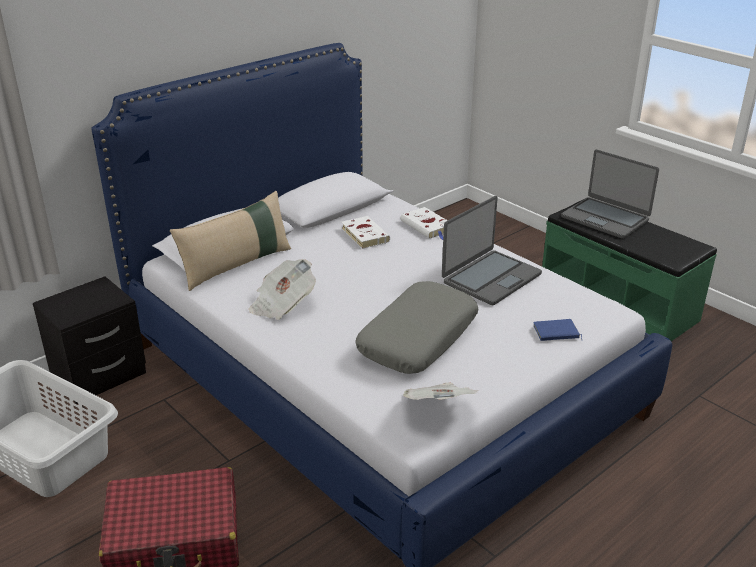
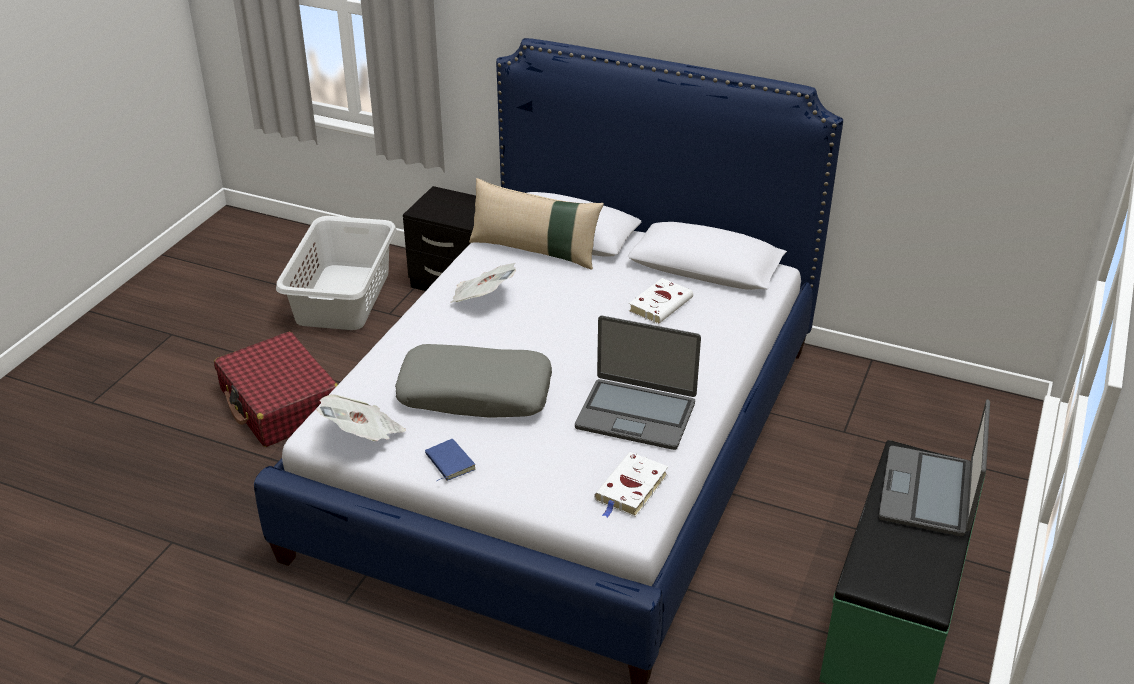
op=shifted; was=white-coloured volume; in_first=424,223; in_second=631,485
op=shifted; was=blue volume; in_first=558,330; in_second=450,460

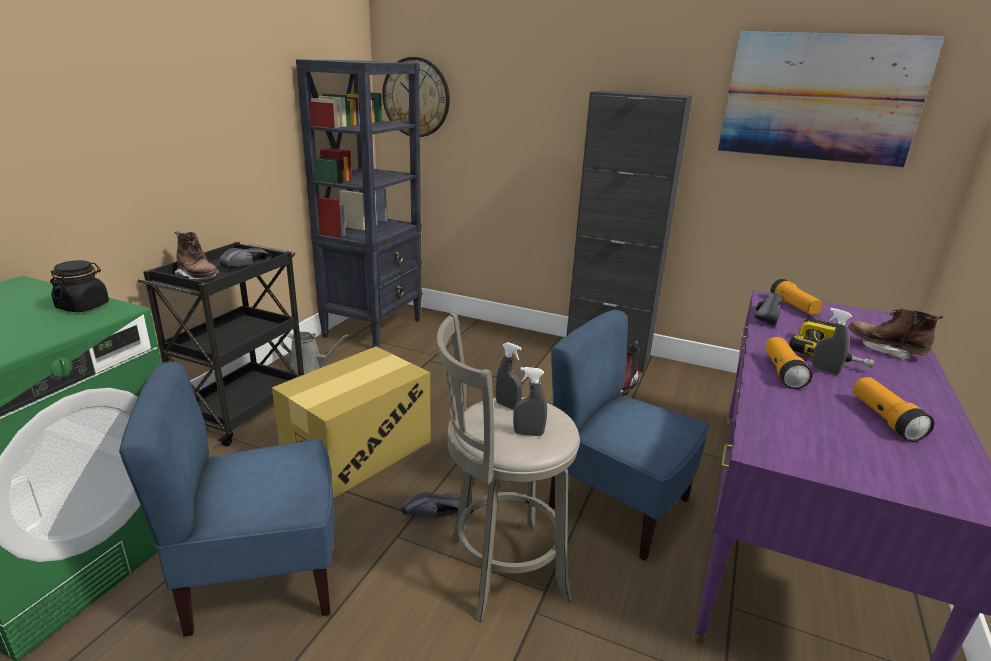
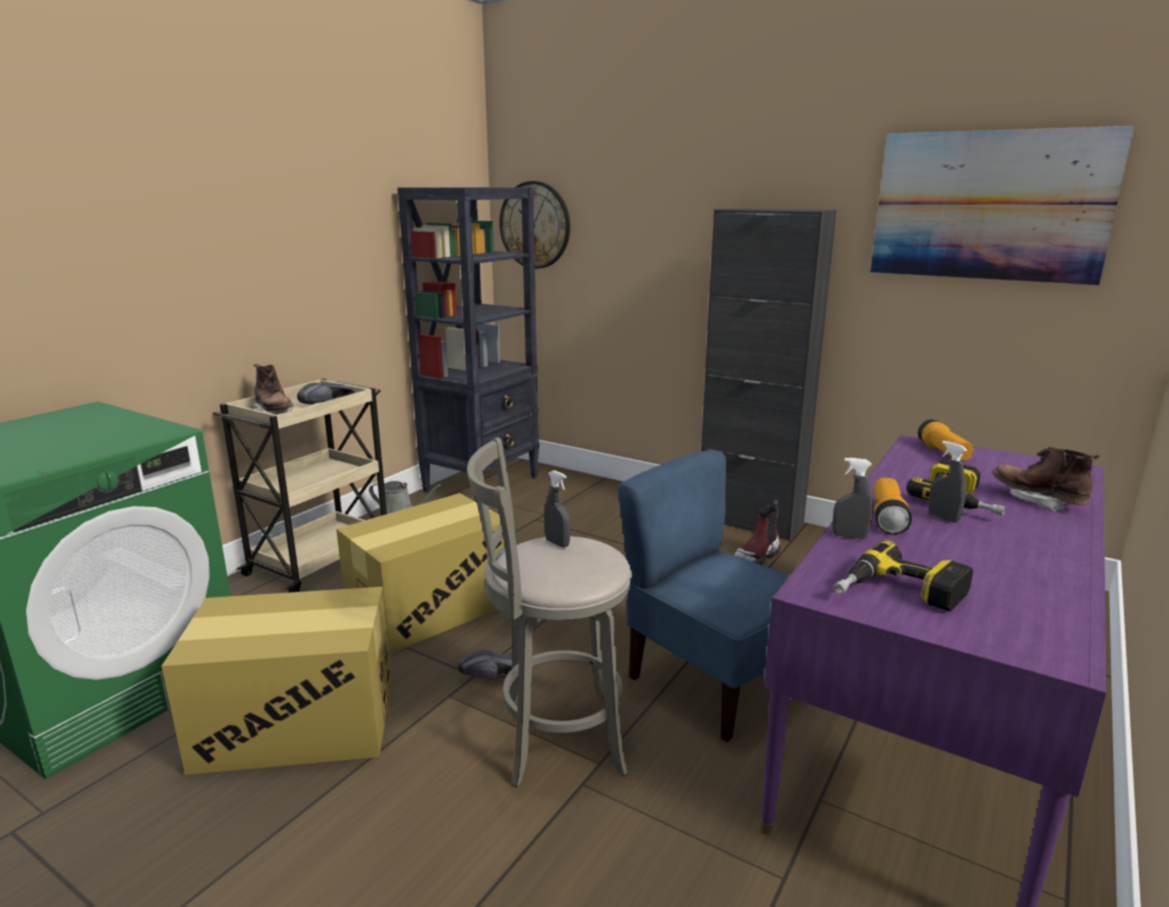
op=gone; was=black preserve jar; in_first=79,286
op=gone; was=black shoe; in_first=768,309
op=gone; was=torch; in_first=893,409
op=new; now=power drill; in_second=903,575
op=shifted; was=greyish spray bottle; in_first=530,401; in_second=853,498
op=swapped; was=blue upright chair; now=packing box; in_first=226,499; in_second=276,681
op=repainted; was=black trolley; now=beige trolley; in_first=221,344; in_second=299,486

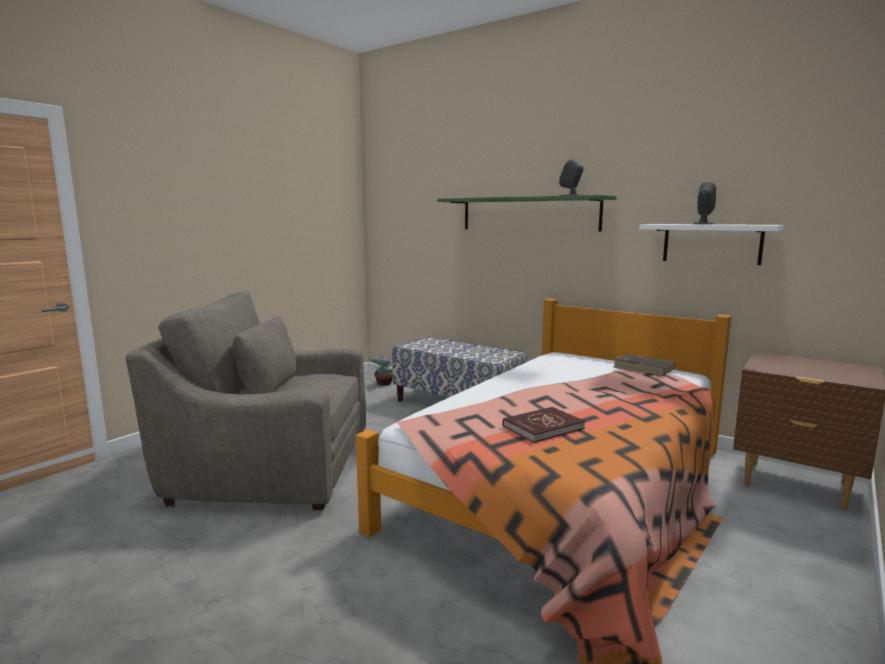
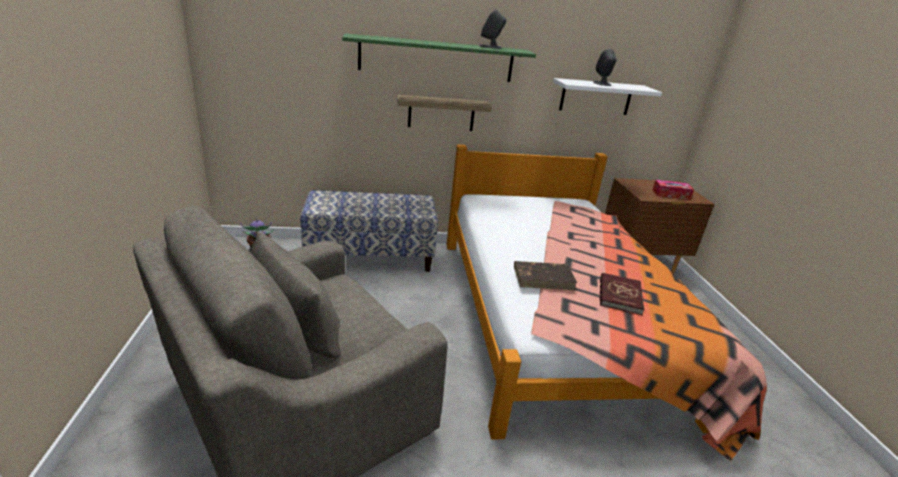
op=new; now=wall shelf; in_second=444,113
op=new; now=box of tissues; in_second=673,190
op=shifted; was=brown volume; in_first=644,365; in_second=545,275

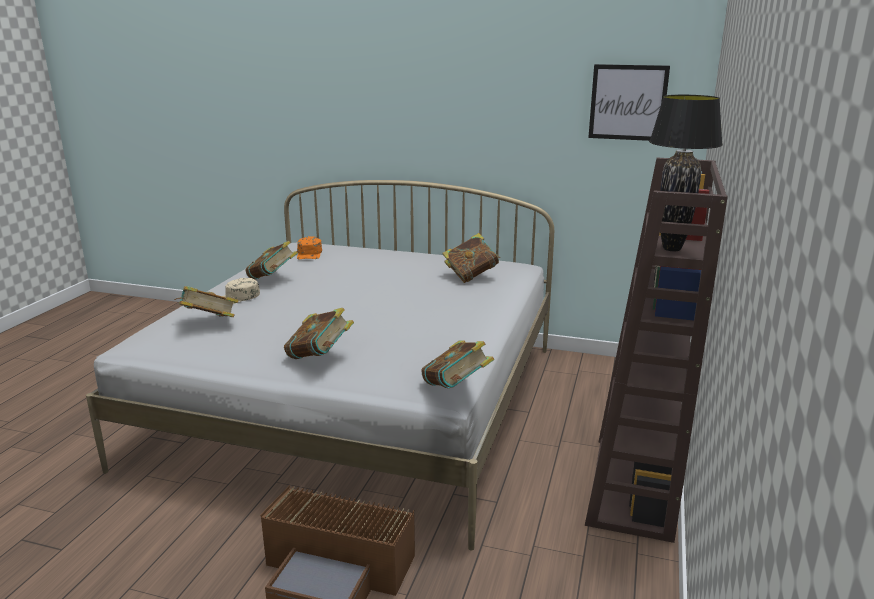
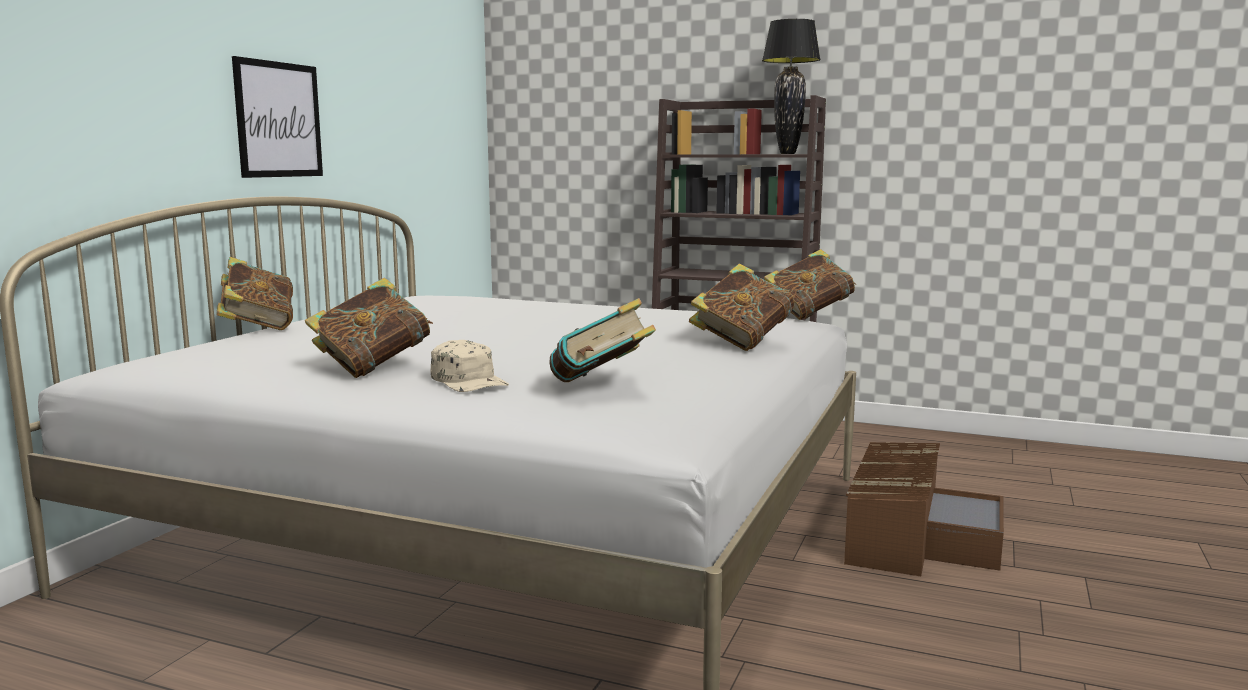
op=gone; was=orange-coloured peaked cap; in_first=309,248
op=shifted; was=volume; in_first=471,258; in_second=254,293
op=shifted; was=wall picture; in_first=629,102; in_second=277,117

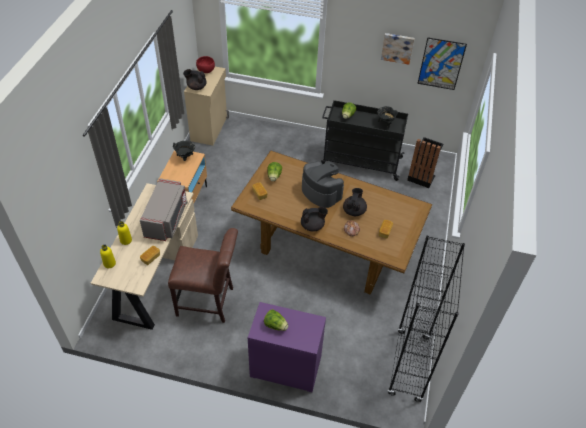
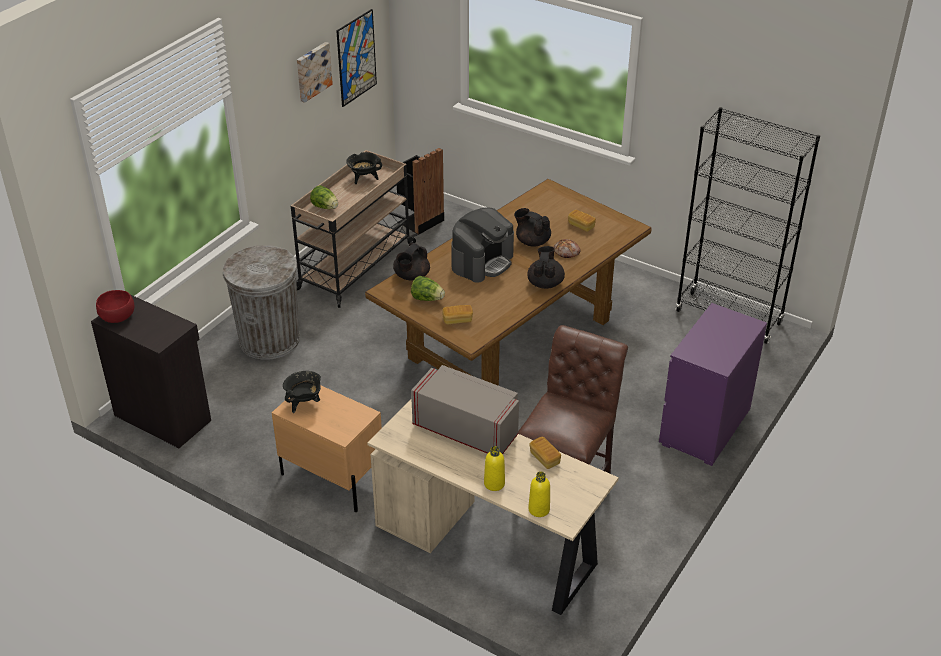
op=gone; was=lettuce head; in_first=276,320
op=new; now=greyish rubbish bin; in_second=261,302
op=shifted; was=black pot for tea; in_first=195,79; in_second=411,262
op=repainted; was=beige storage cabinet; now=black storage cabinet; in_first=206,106; in_second=151,371
op=repainted; was=black trolley; now=beige trolley; in_first=364,140; in_second=354,229
op=rotated; was=coffee machine; in_first=323,184; in_second=482,245; clockwise=150

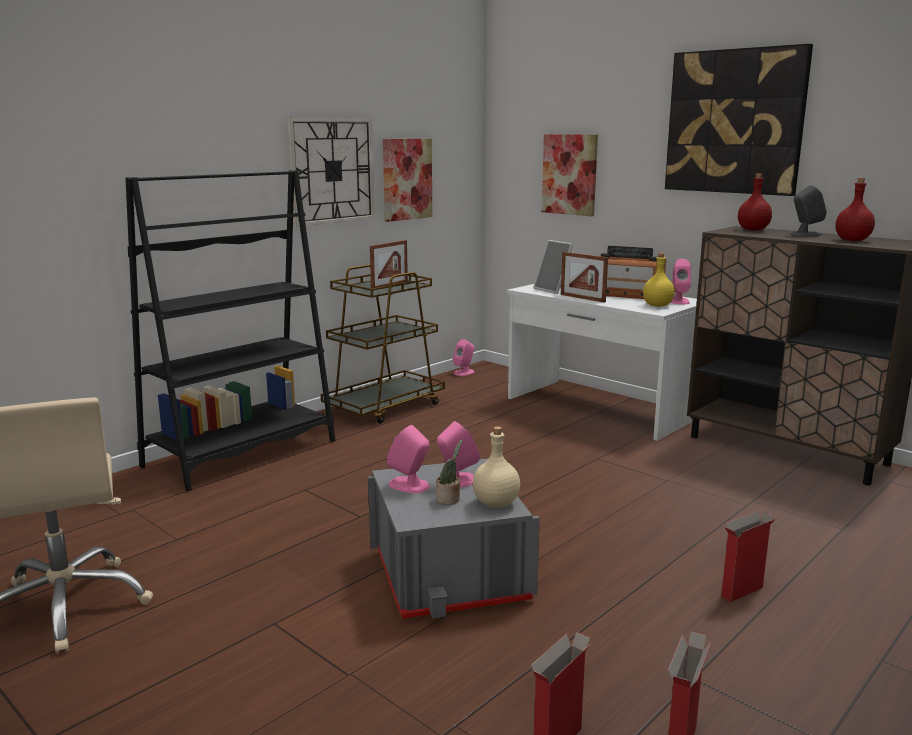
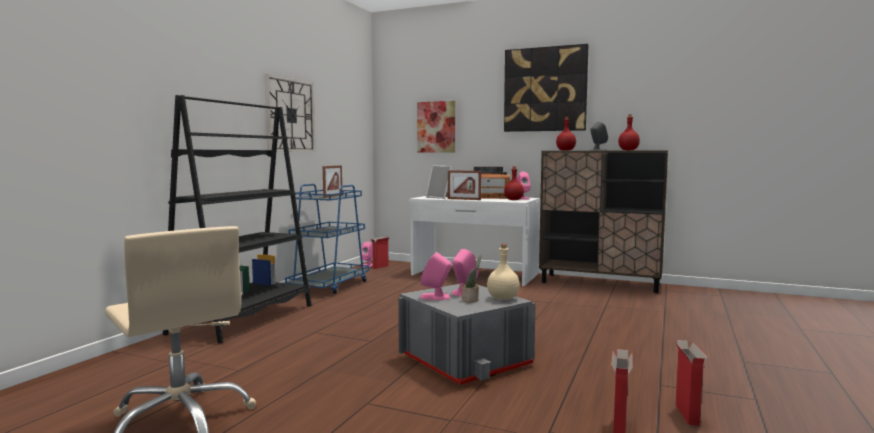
op=gone; was=wall picture; in_first=407,180
op=shifted; was=packing box; in_first=748,556; in_second=380,253
op=repainted; was=brown trolley; now=blue trolley; in_first=383,344; in_second=327,239
op=repainted; was=yellow-coloured drink bottle; now=reddish drink bottle; in_first=659,280; in_second=514,183

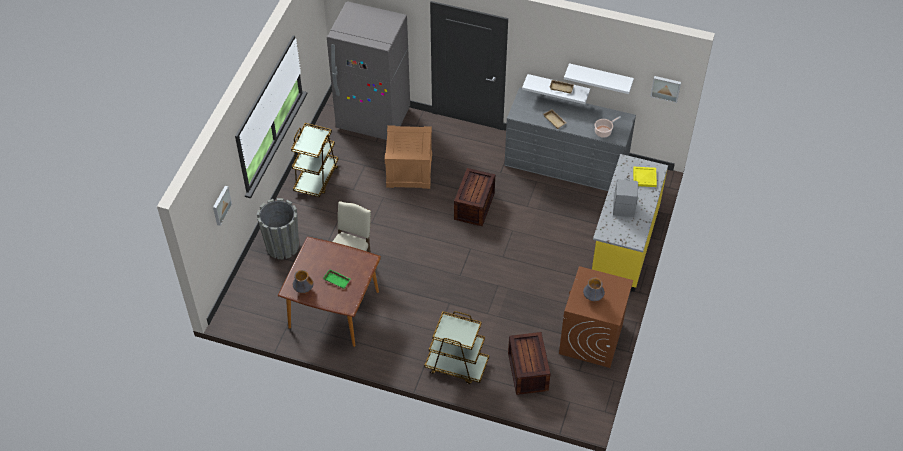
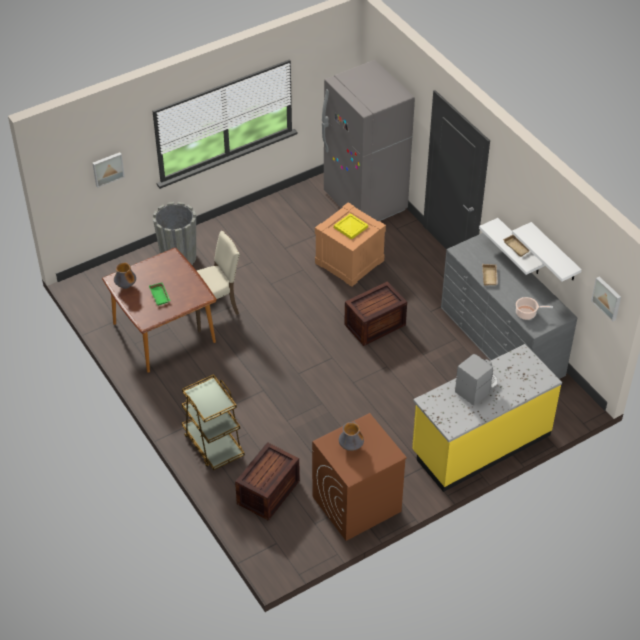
op=gone; was=brown trolley; in_first=314,160
op=shifted; was=yellow-coloured serving tray; in_first=645,177; in_second=351,226

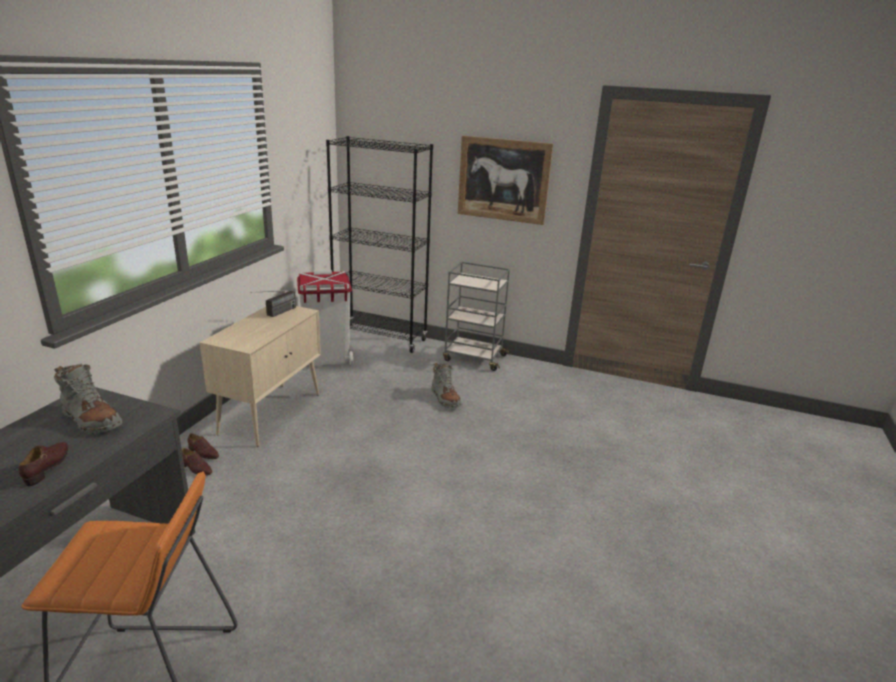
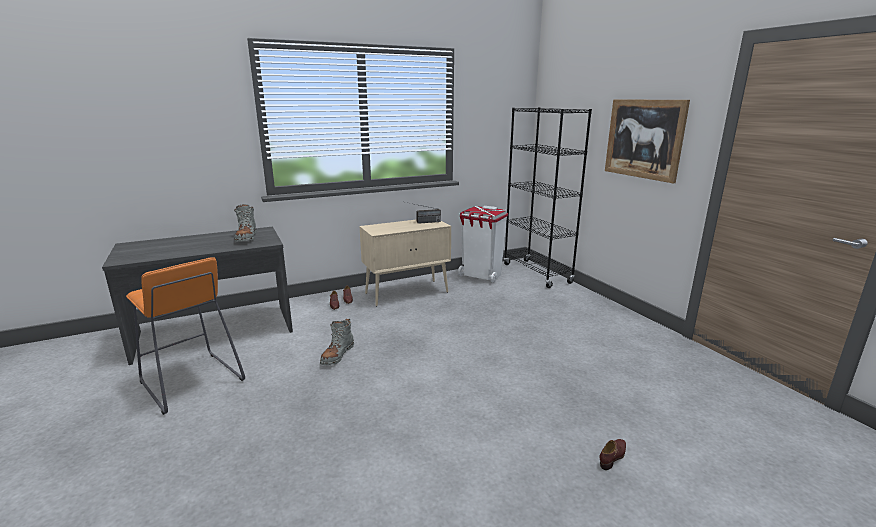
op=gone; was=greyish trolley; in_first=476,316
op=shifted; was=brown shoe; in_first=44,464; in_second=613,454
op=shifted; was=greyish tall boot; in_first=446,385; in_second=337,342

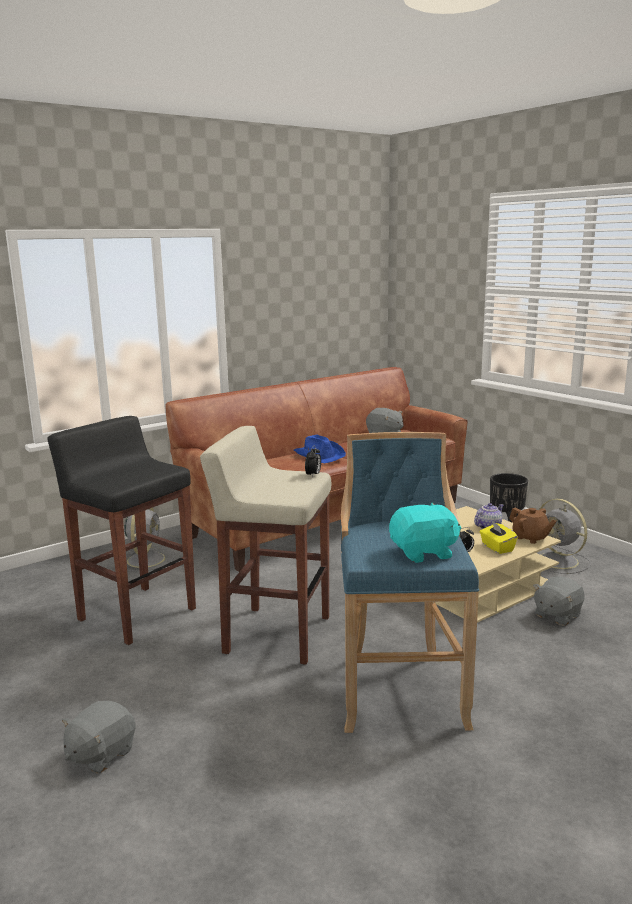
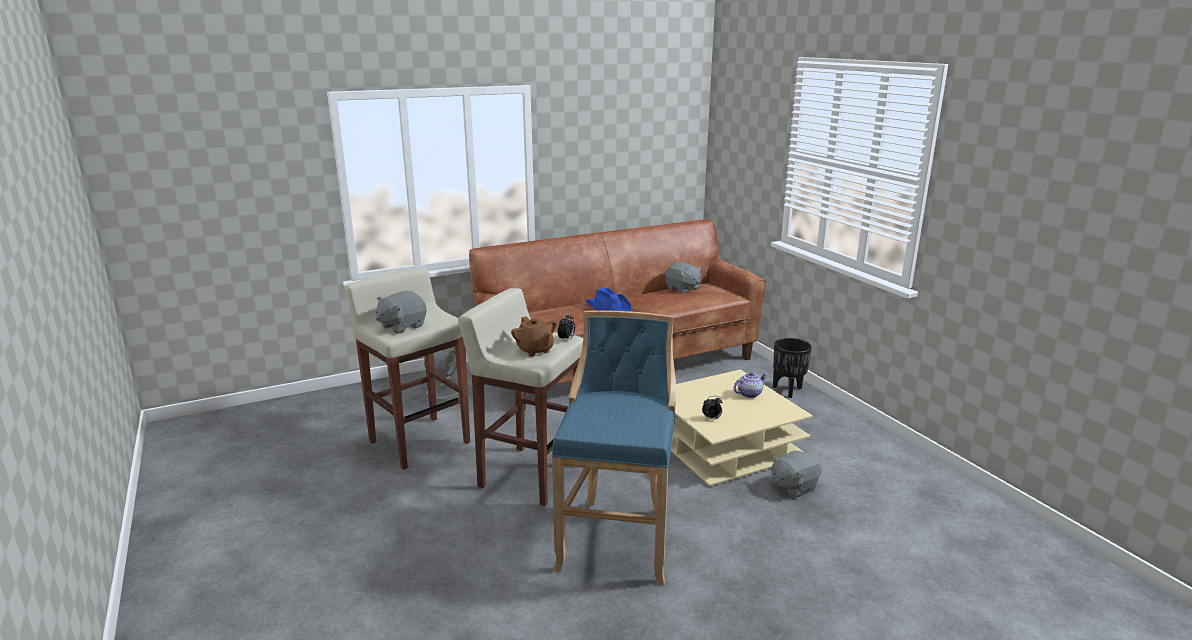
op=gone; was=turquoise-coloured cuddly toy; in_first=425,533
op=gone; was=yellow-coloured box of tissues; in_first=499,537
op=gone; was=greyish fan; in_first=565,536
op=shifted; was=greyish cuddly toy; in_first=99,737; in_second=401,312
op=shifted; was=brown pot for tea; in_first=532,526; in_second=534,337
op=repainted; was=black sitting stool; now=beige sitting stool; in_first=121,530; in_second=407,369

